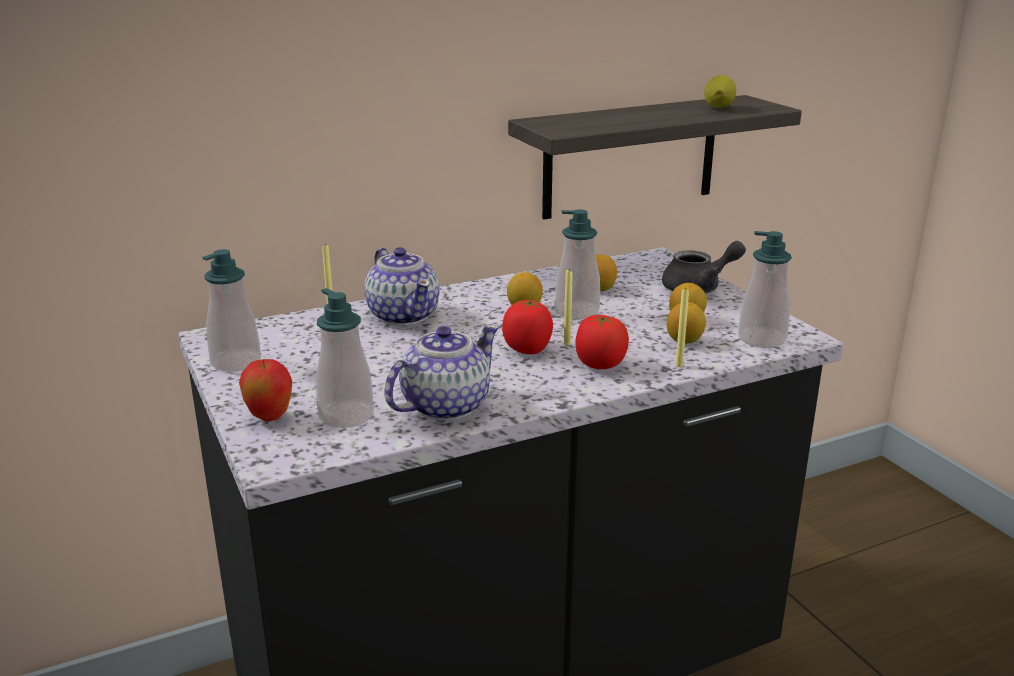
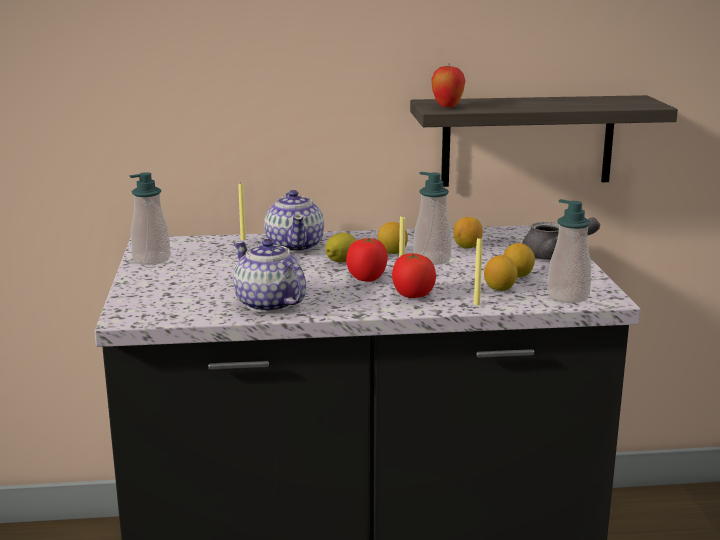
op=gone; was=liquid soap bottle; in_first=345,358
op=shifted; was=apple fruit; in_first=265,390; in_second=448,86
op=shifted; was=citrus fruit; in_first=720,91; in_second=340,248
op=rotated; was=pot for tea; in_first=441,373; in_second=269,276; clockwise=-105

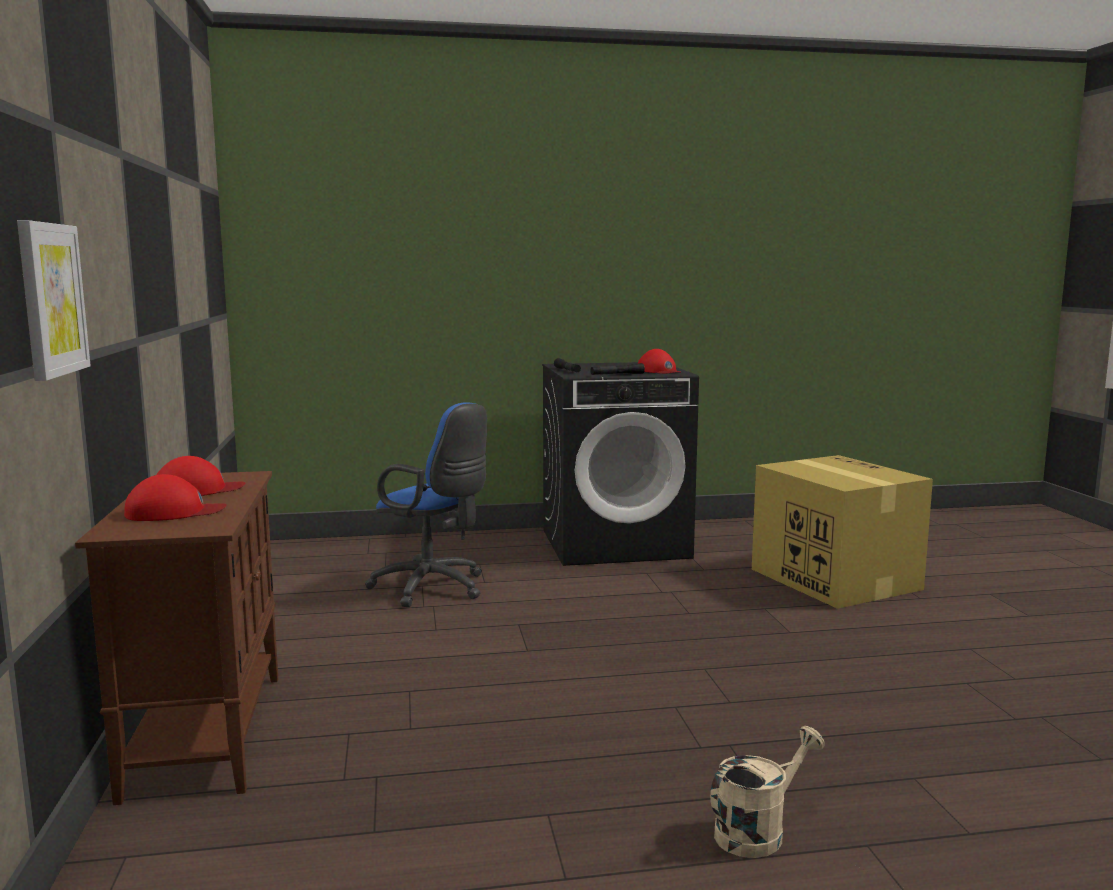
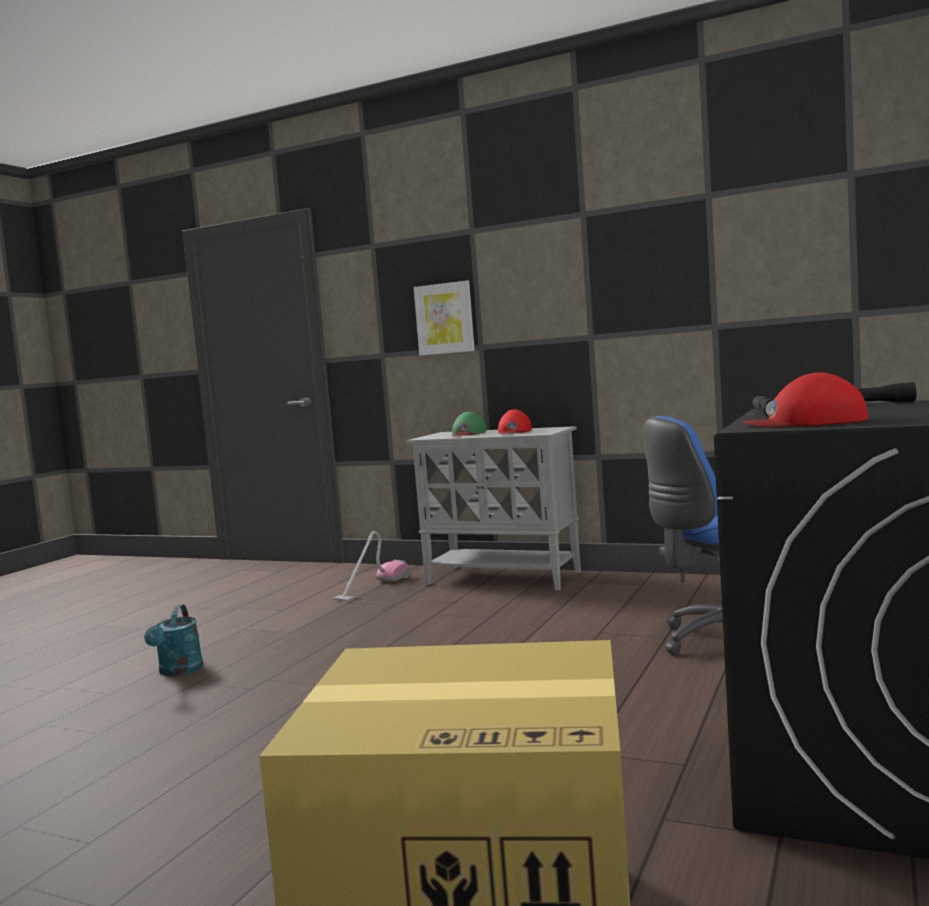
op=new; now=vacuum cleaner; in_second=371,566
op=repainted; was=brown storage cabinet; now=greyish storage cabinet; in_first=176,638; in_second=494,508
op=repainted; was=reddish peaked cap; now=green peaked cap; in_first=175,497; in_second=469,424
op=repainted; was=beige sprinkling can; now=turquoise-coloured sprinkling can; in_first=767,792; in_second=173,640

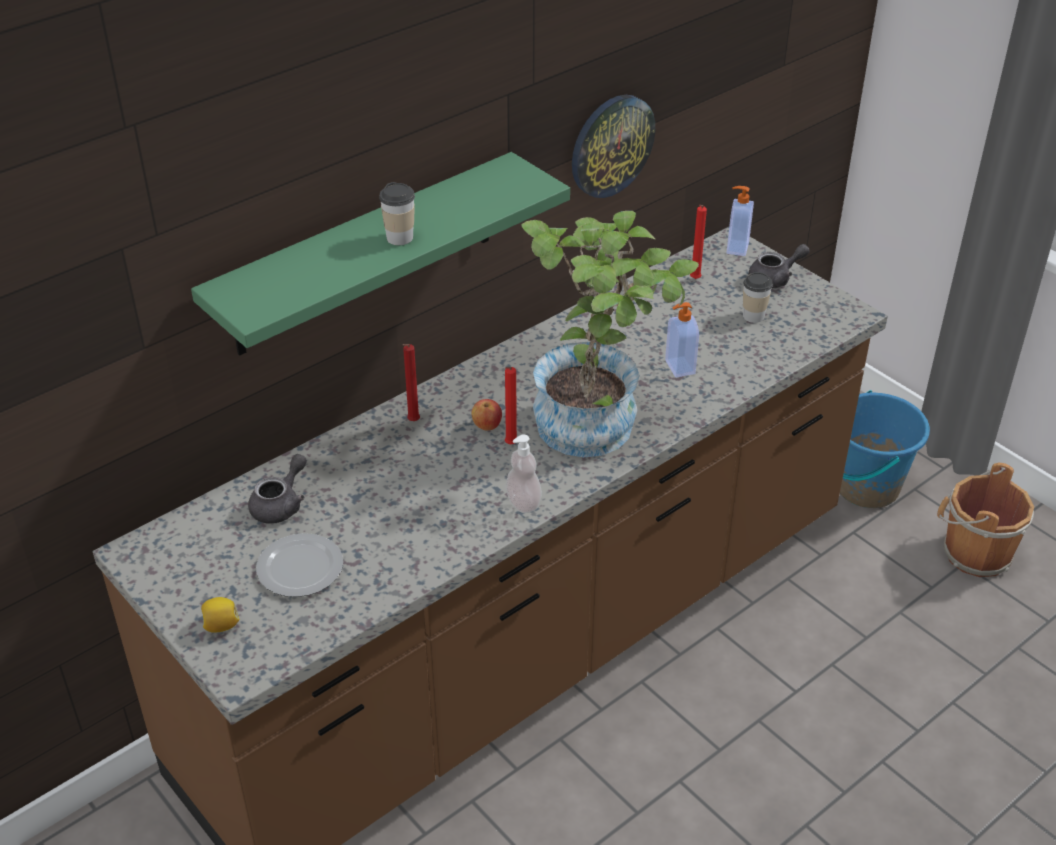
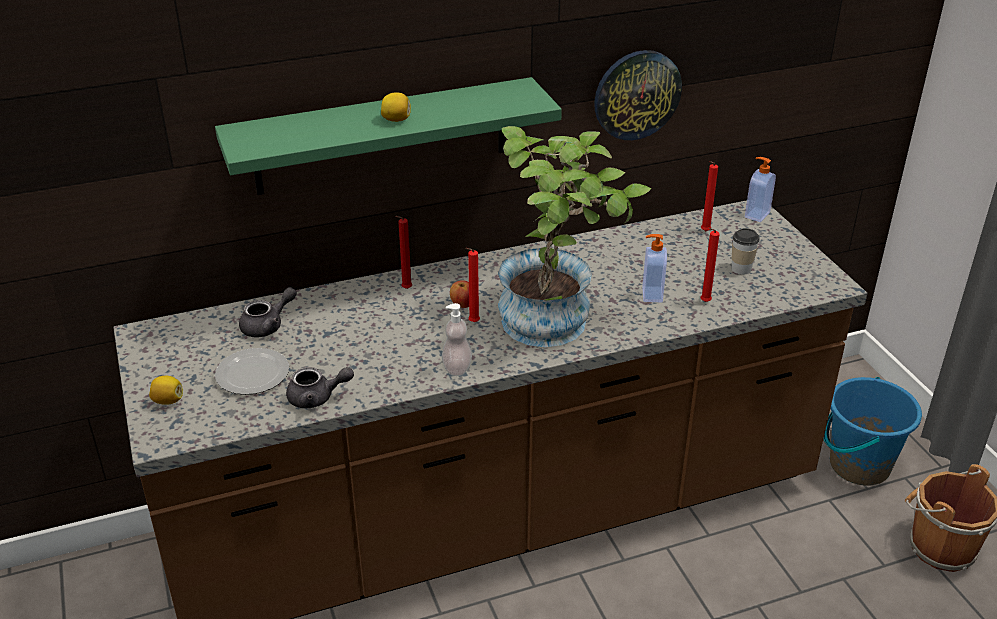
op=new; now=reddish wax candle; in_second=710,265
op=shifted; was=greyish pot for tea; in_first=779,266; in_second=320,387
op=swapped; was=cup; now=citrus fruit; in_first=397,213; in_second=396,107

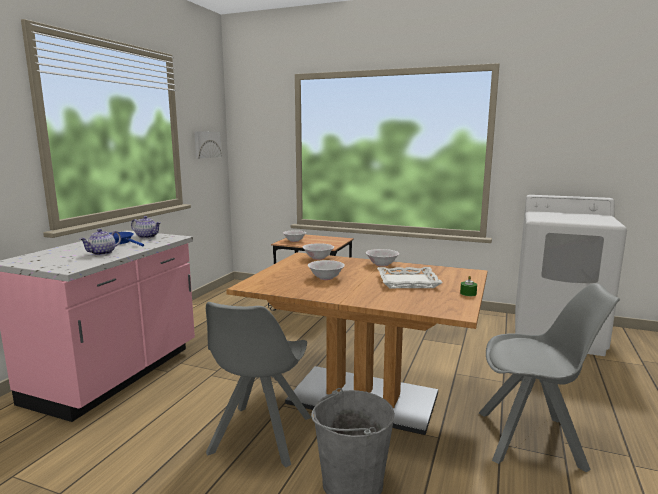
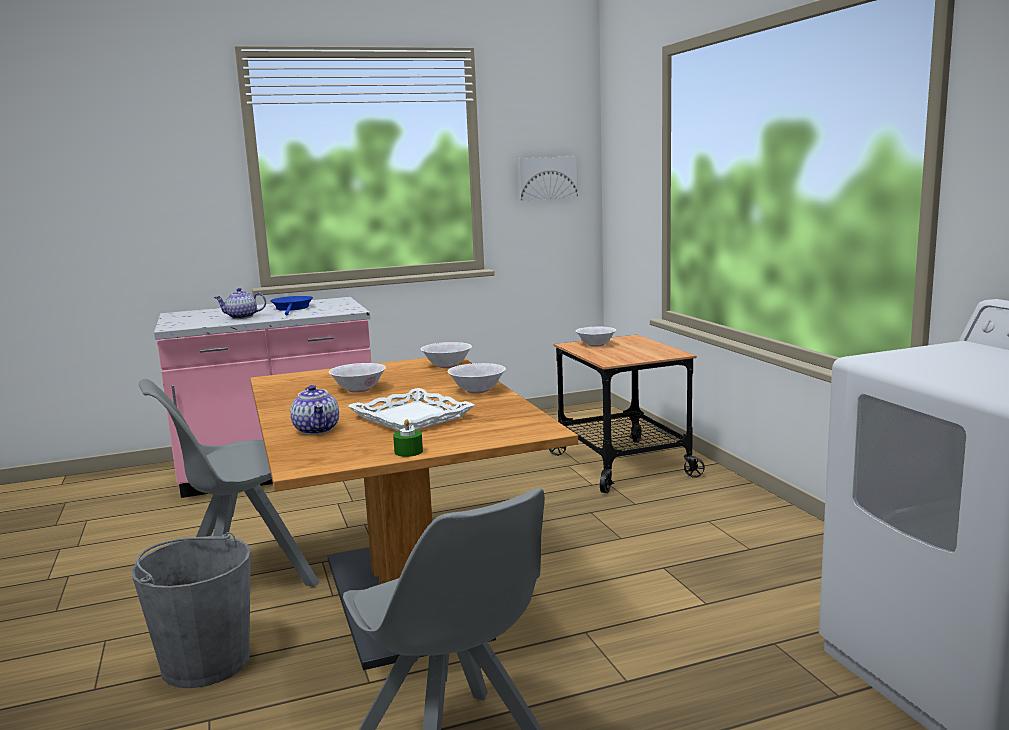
op=shifted; was=pot for tea; in_first=146,227; in_second=314,410

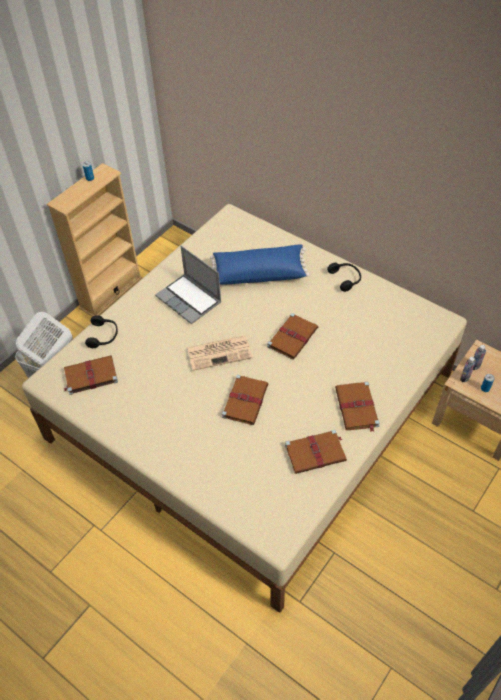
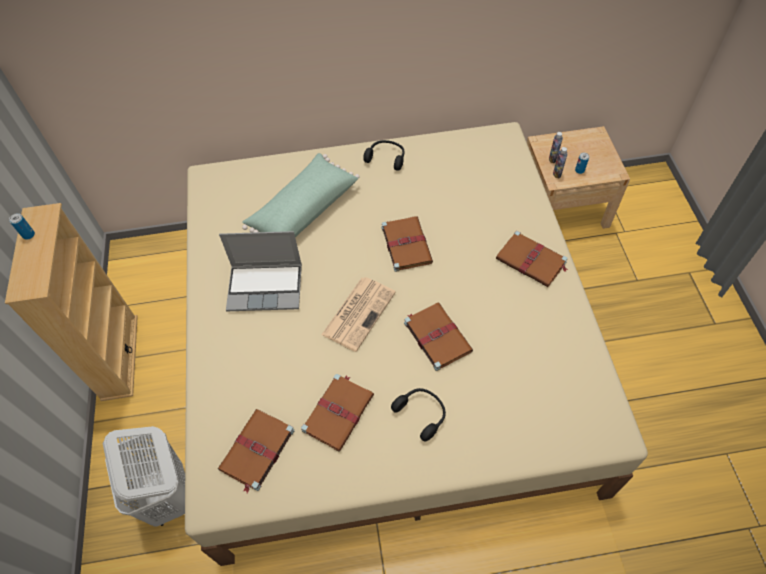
op=shifted; was=black pair of headphones; in_first=101,331; in_second=418,414
op=shifted; was=brown volume; in_first=316,451; in_second=337,413
op=repainted; was=blue pillow; now=green pillow; in_first=260,264; in_second=301,195

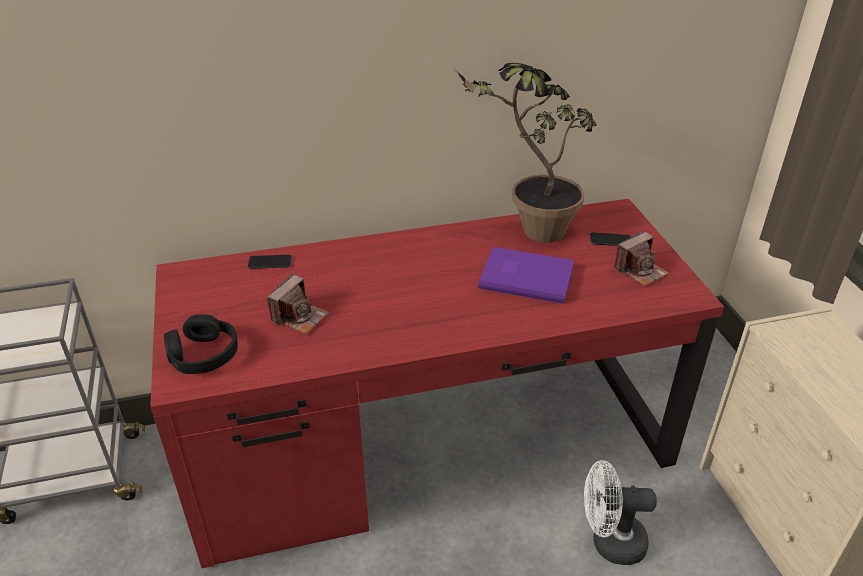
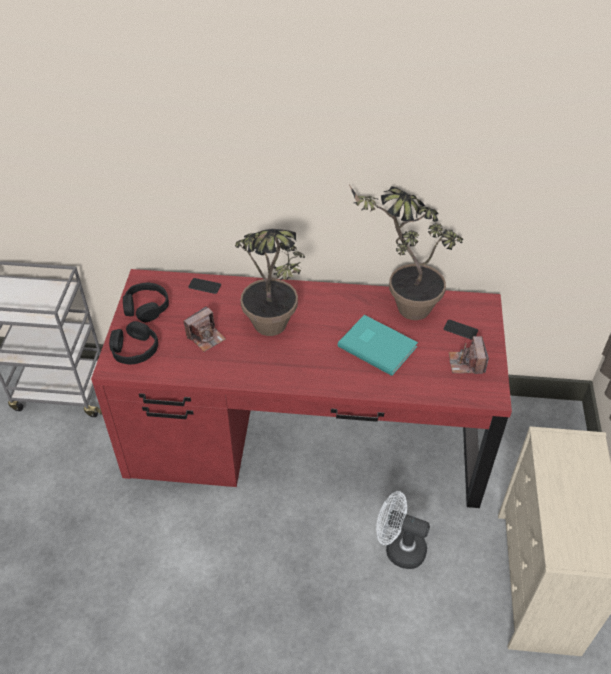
op=new; now=black pair of headphones; in_second=146,302
op=new; now=houseplant; in_second=270,282
op=repainted; was=purple volume; now=turquoise-coloured volume; in_first=526,275; in_second=378,345
op=rotated; was=photo camera; in_first=641,258; in_second=469,355; clockwise=105

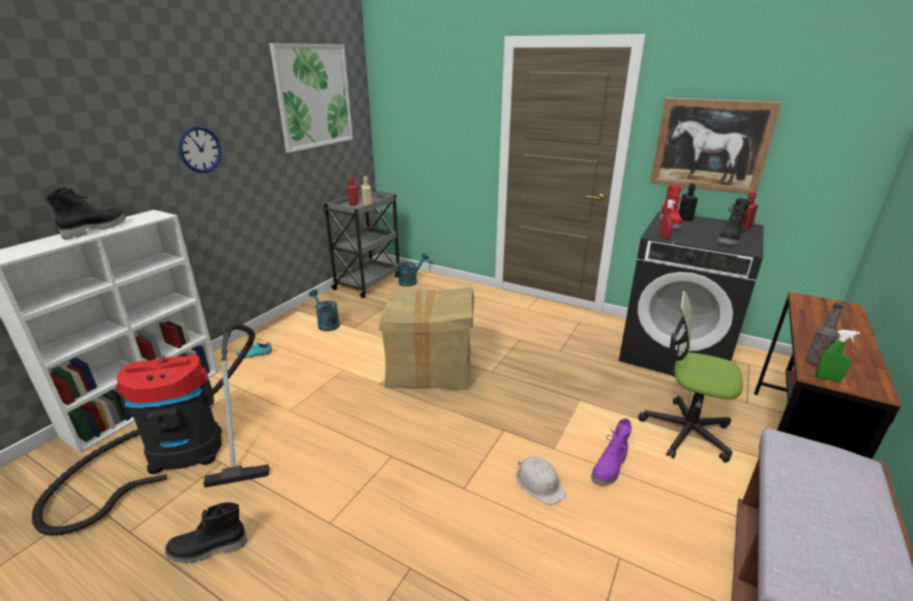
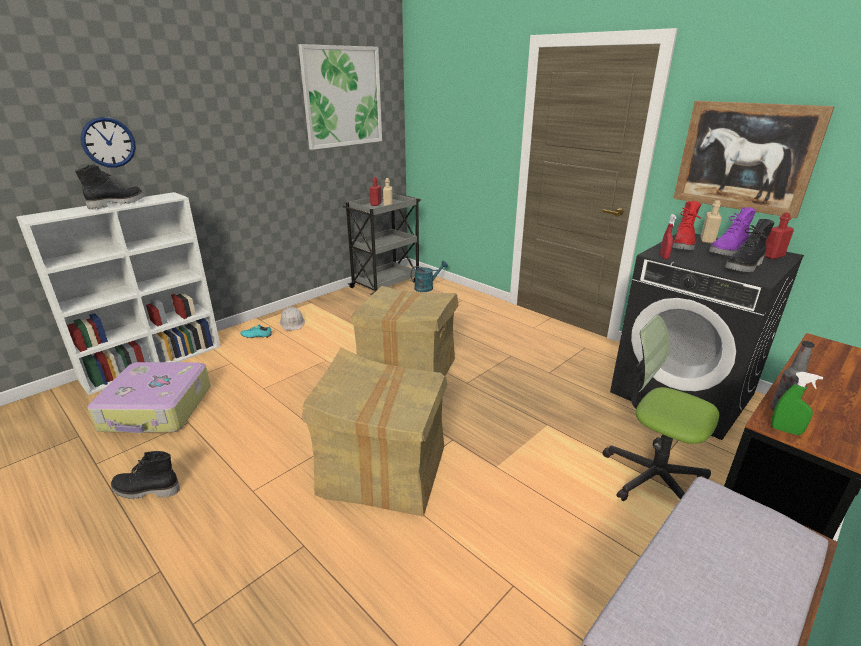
op=gone; was=turquoise-coloured sprinkling can; in_first=324,310
op=new; now=packing box; in_second=374,432
op=shifted; was=clock on the wall; in_first=200,149; in_second=108,142
op=shifted; was=white-coloured hard hat; in_first=541,480; in_second=292,319
op=shifted; was=purple tall boot; in_first=611,452; in_second=732,231
op=swapped; was=vacuum cleaner; now=travel case; in_first=150,430; in_second=149,397
op=repainted; was=black drink bottle; now=beige drink bottle; in_first=688,202; in_second=711,221

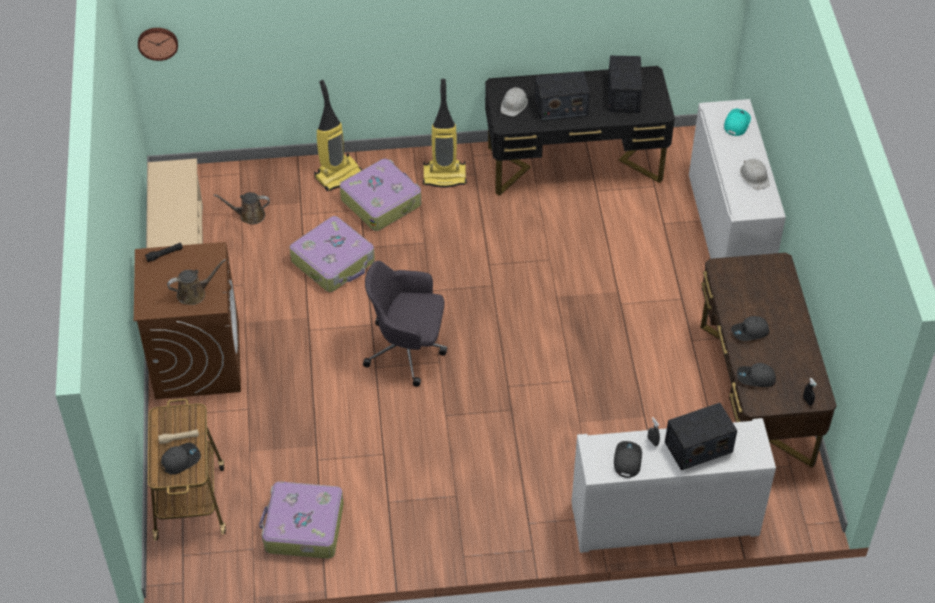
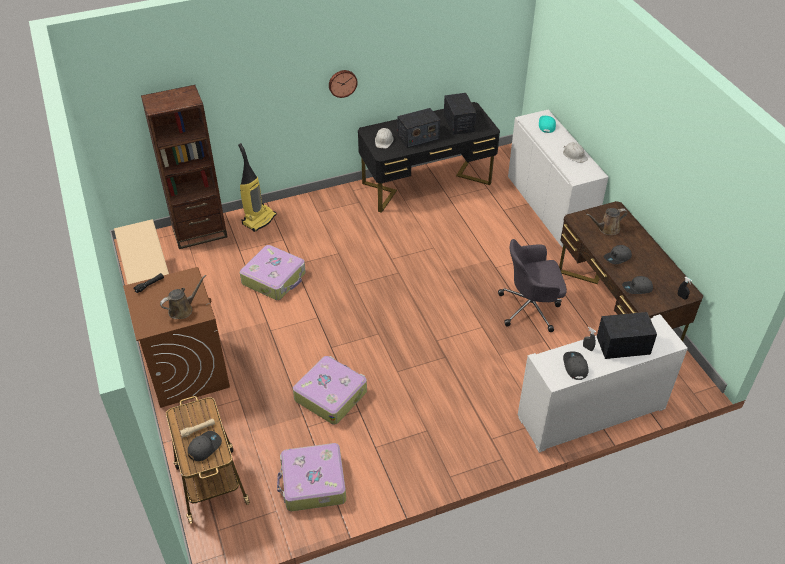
op=gone; was=vacuum cleaner; in_first=445,133
op=new; now=brown bookcase; in_second=184,167
op=shifted; was=clock on the wall; in_first=158,44; in_second=343,84
op=shifted; was=brown sprinkling can; in_first=242,208; in_second=606,221
op=shifted; was=travel case; in_first=380,195; in_second=330,390
op=shifted; was=greyish computer chair; in_first=405,324; in_second=532,285
op=rotated; was=radio set; in_first=701,436; in_second=627,335; clockwise=-150

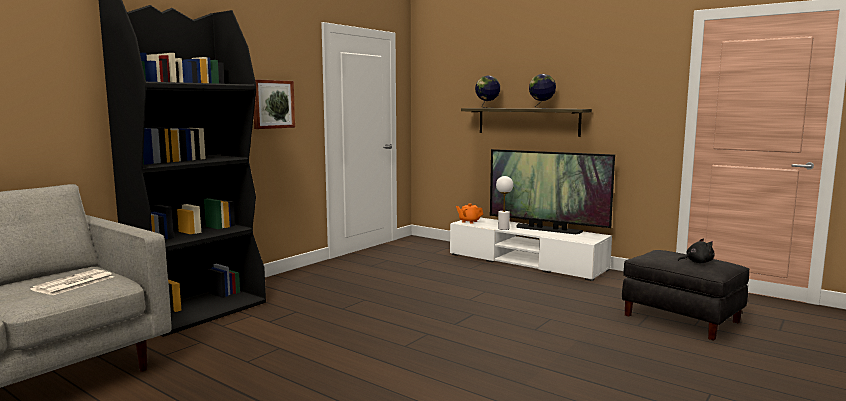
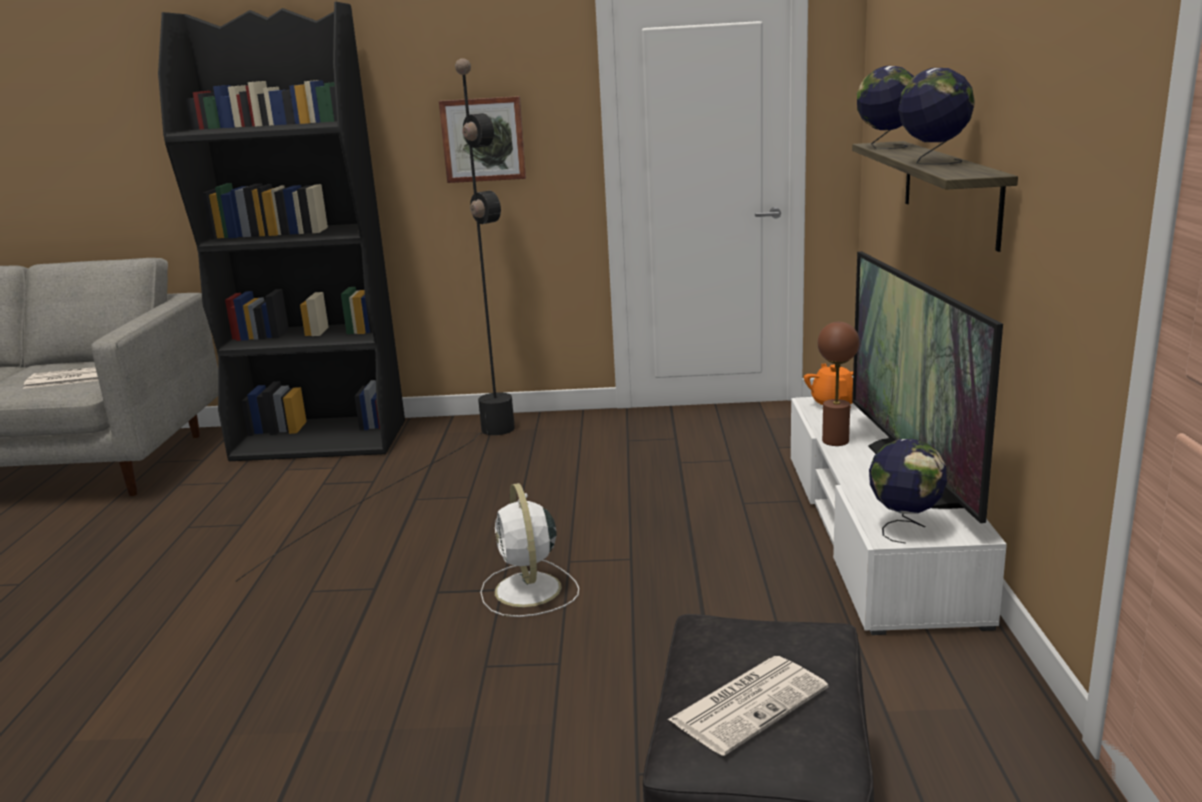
op=new; now=black floor lamp; in_second=375,319
op=new; now=white-coloured fan; in_second=529,550
op=new; now=desk globe; in_second=908,491
op=swapped; was=black cuddly toy; now=daily paper; in_first=696,250; in_second=748,706
op=repainted; was=white-coloured table lamp; now=brown table lamp; in_first=504,203; in_second=838,384

